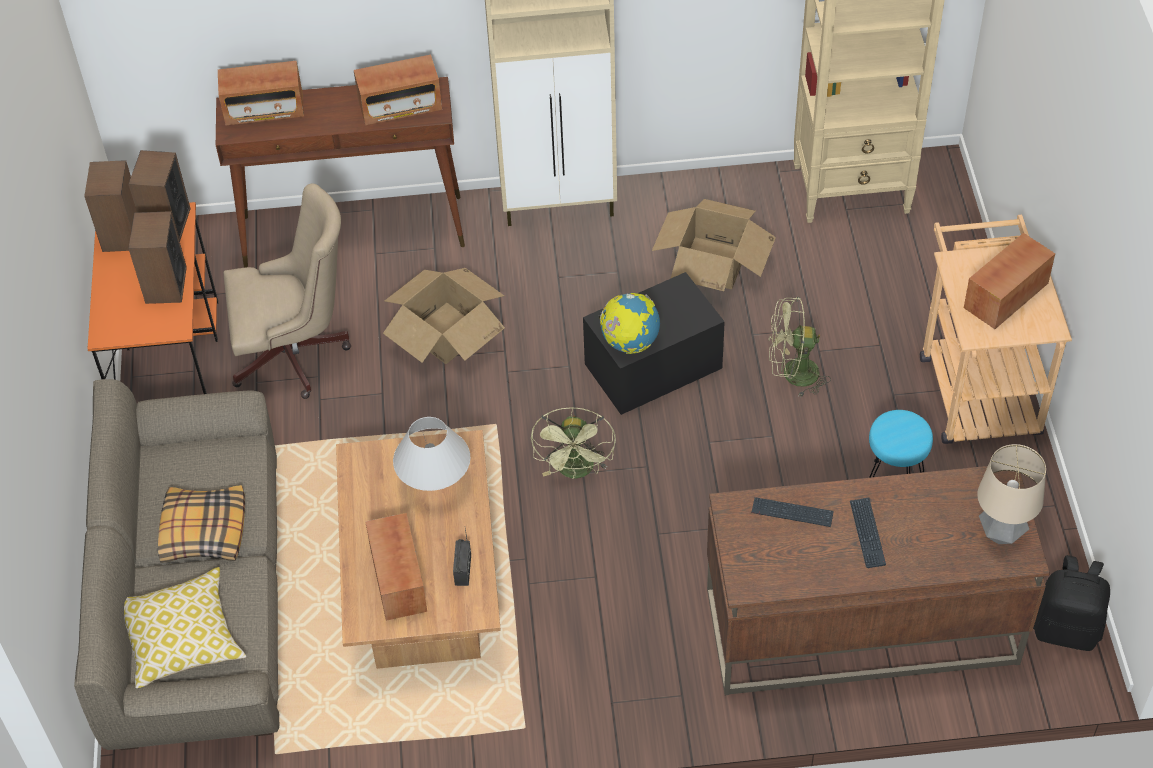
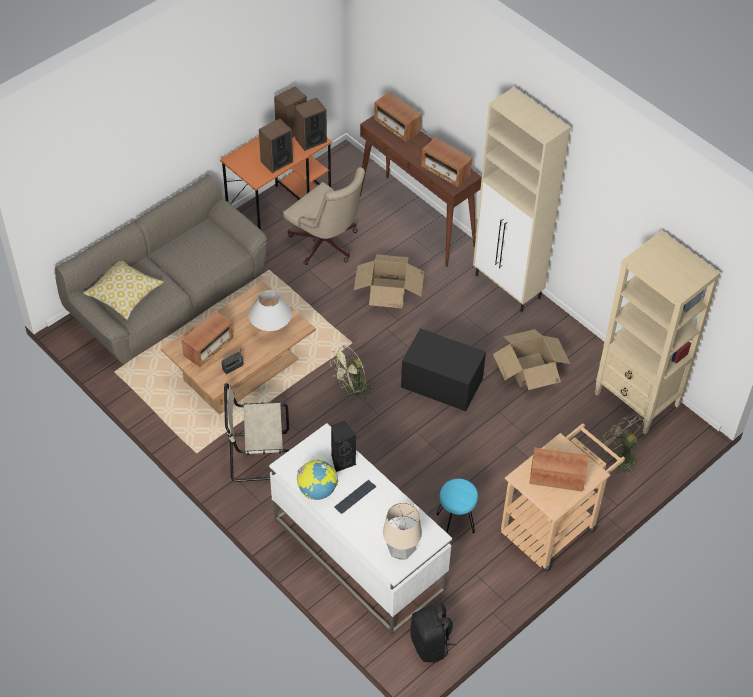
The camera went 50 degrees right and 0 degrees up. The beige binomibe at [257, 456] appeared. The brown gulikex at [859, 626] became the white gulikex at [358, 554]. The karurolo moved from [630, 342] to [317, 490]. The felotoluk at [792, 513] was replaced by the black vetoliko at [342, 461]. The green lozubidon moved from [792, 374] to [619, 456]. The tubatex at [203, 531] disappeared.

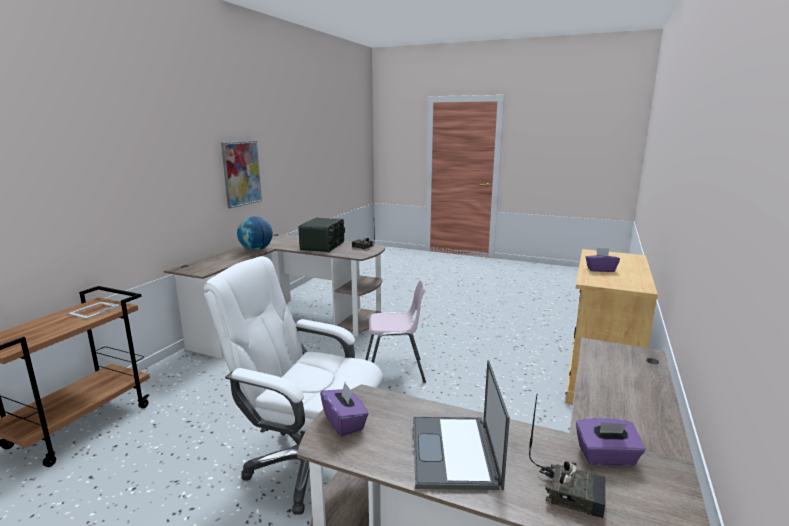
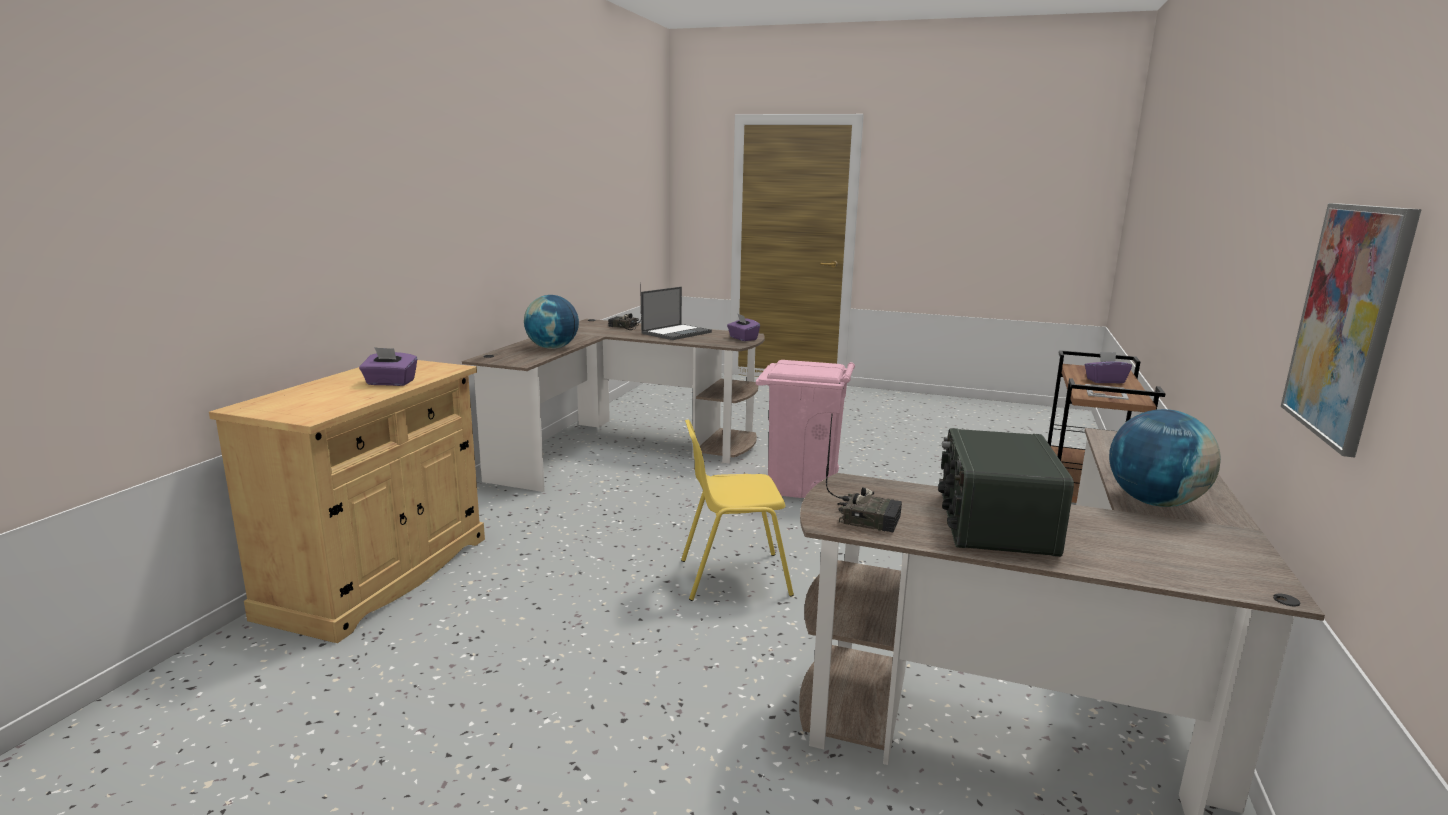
The camera went 175 degrees right and 0 degrees up. The karurolo at [552, 348] appeared. The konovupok at [454, 453] turned 45 degrees clockwise. The pink binomibe at [395, 371] became the yellow binomibe at [733, 577]. The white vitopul at [308, 464] was replaced by the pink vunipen at [801, 486]. The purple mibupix moved from [606, 457] to [1105, 381].

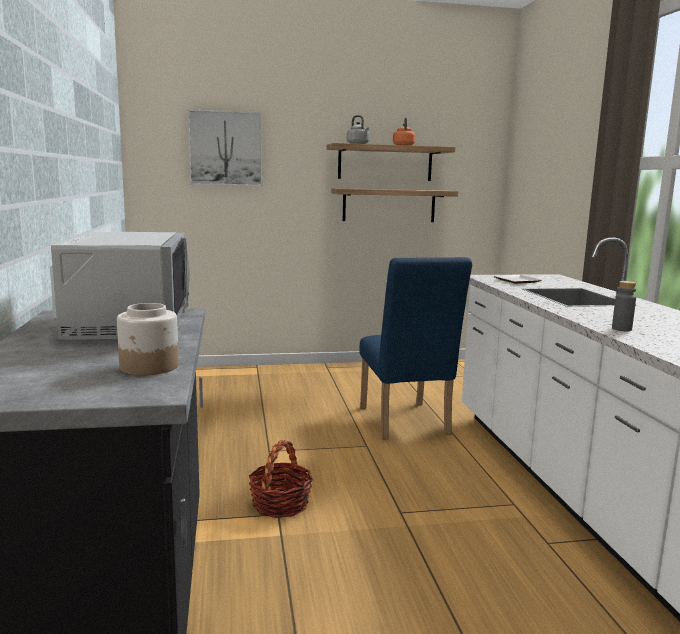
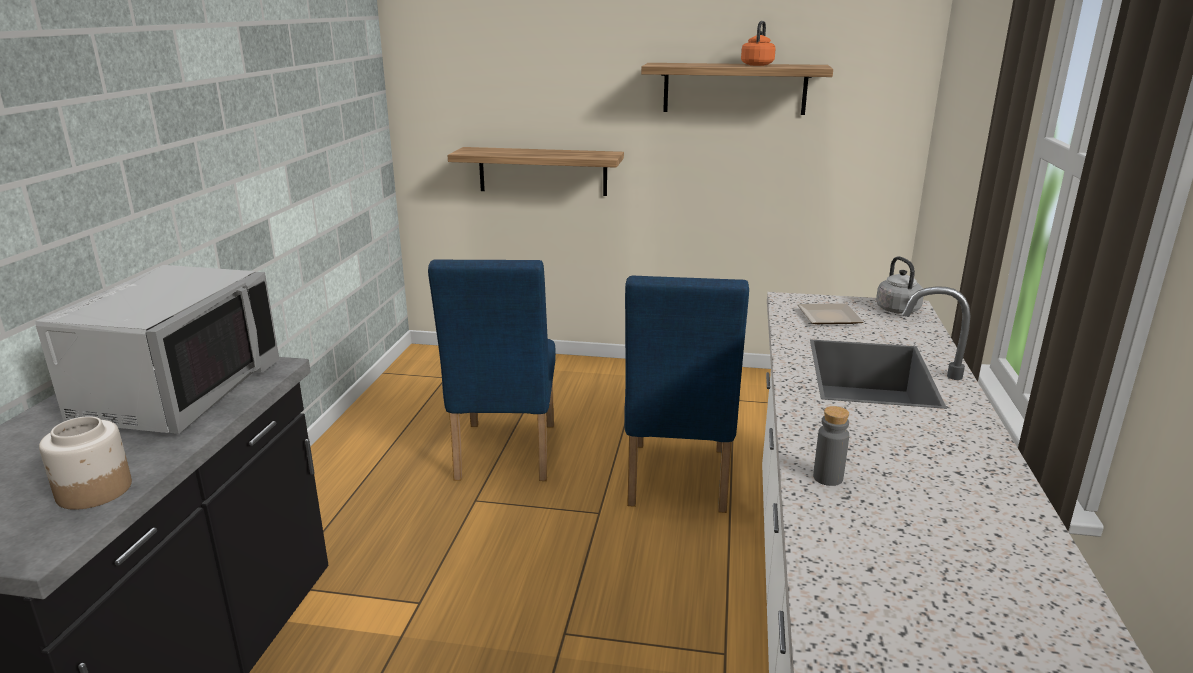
The camera went 20 degrees right and 10 degrees up. The blue binomibe at [504, 457] appeared. The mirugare moved from [389, 205] to [542, 171]. The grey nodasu moved from [358, 144] to [899, 311]. The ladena at [225, 148] disappeared. The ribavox at [280, 504] disappeared.

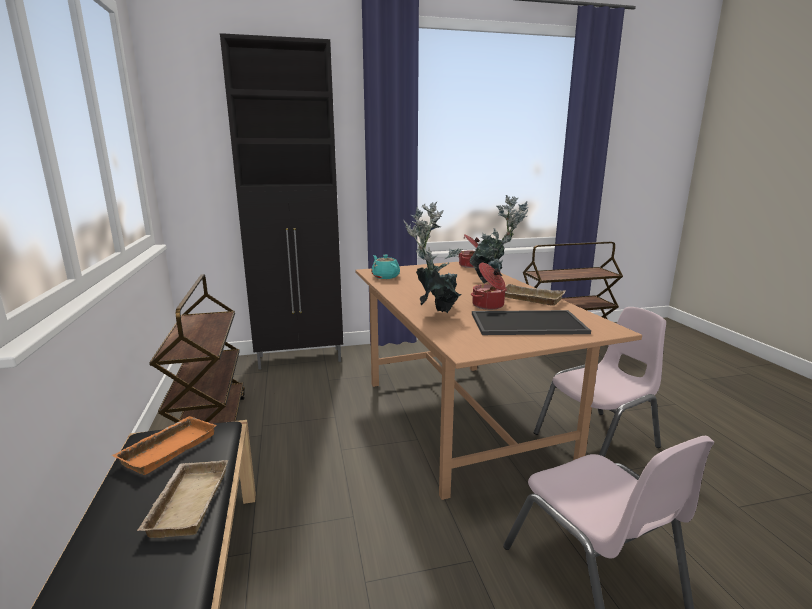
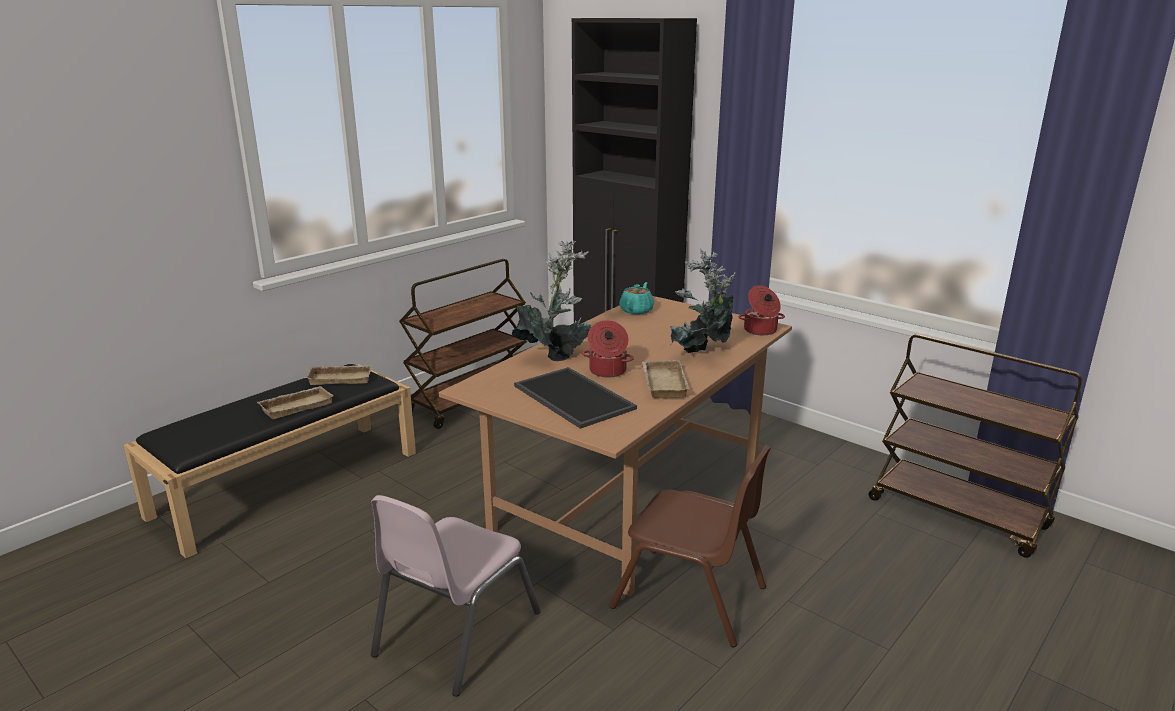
The camera went 55 degrees right and 5 degrees up. The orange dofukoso at [168, 448] became the beige dofukoso at [341, 378]. The pink binomibe at [597, 441] became the brown binomibe at [690, 597].

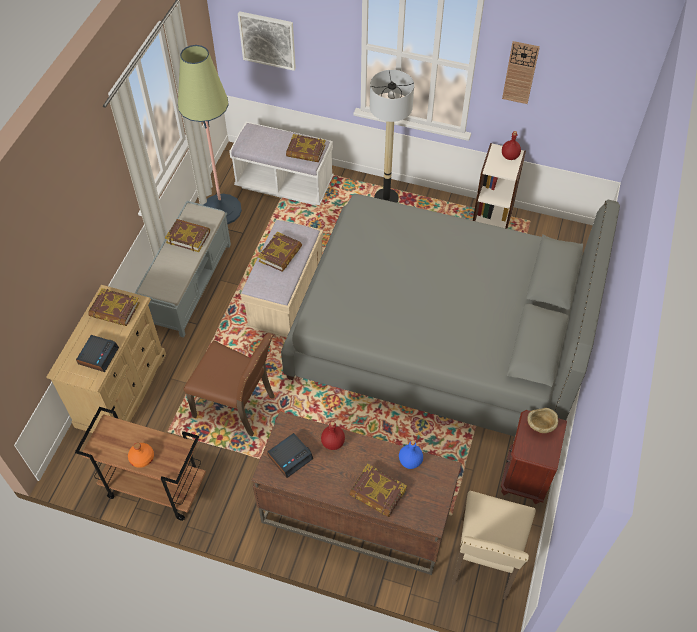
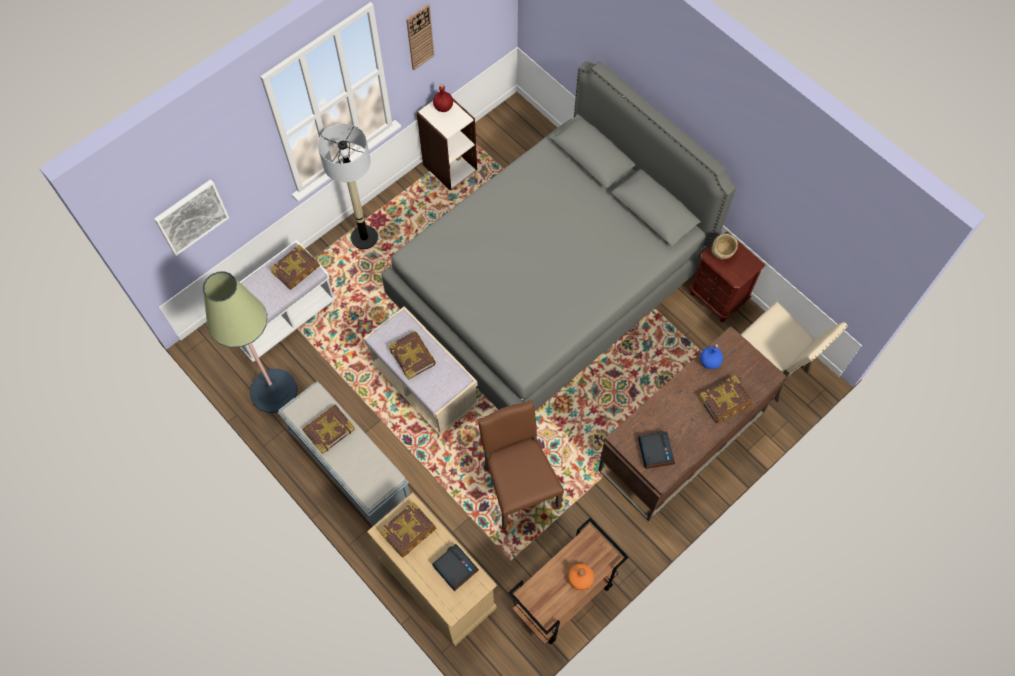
The camera went 60 degrees left and 10 degrees up. The brown binomibe at [237, 406] turned 75 degrees counterclockwise. The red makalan at [332, 443] disappeared.

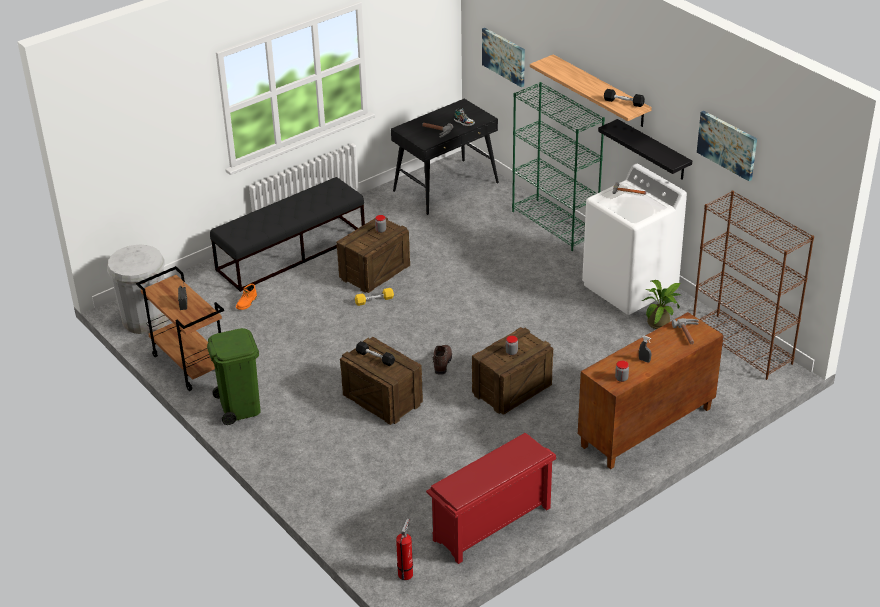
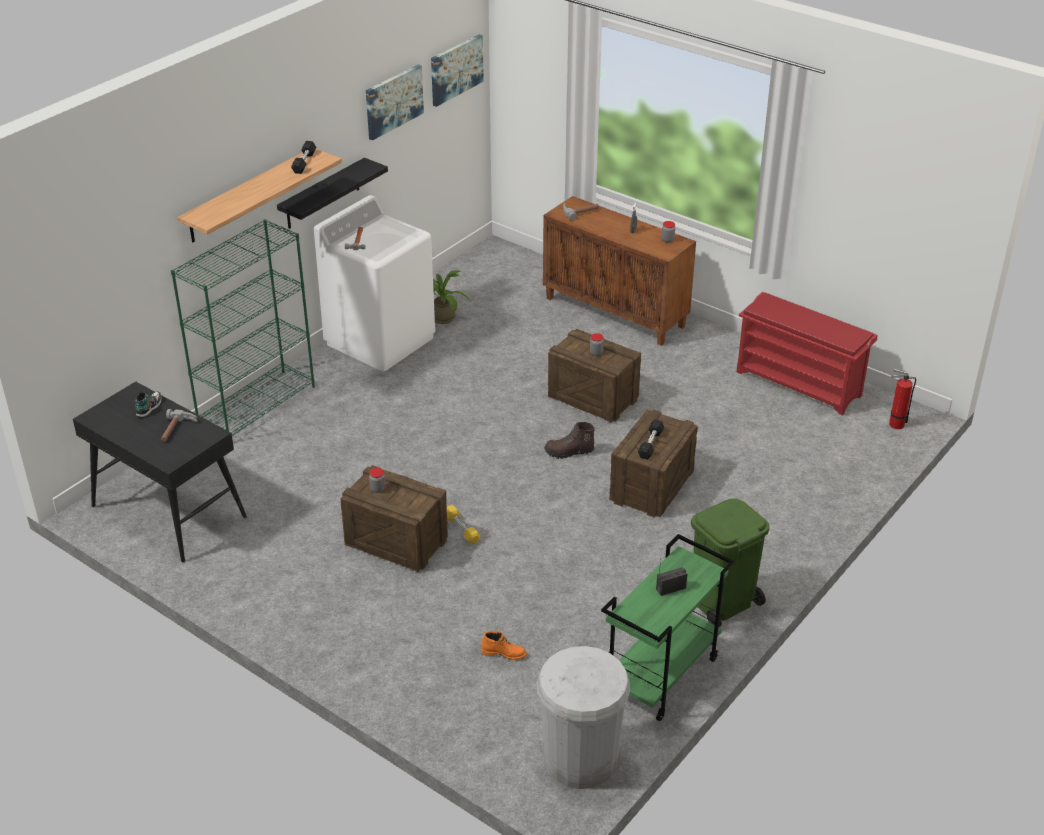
The camera went 105 degrees left and 0 degrees up. The ladena moved from [504, 56] to [456, 69]. The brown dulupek at [189, 364] became the green dulupek at [661, 676]. The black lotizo at [291, 252] disappeared. The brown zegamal at [742, 347] disappeared.

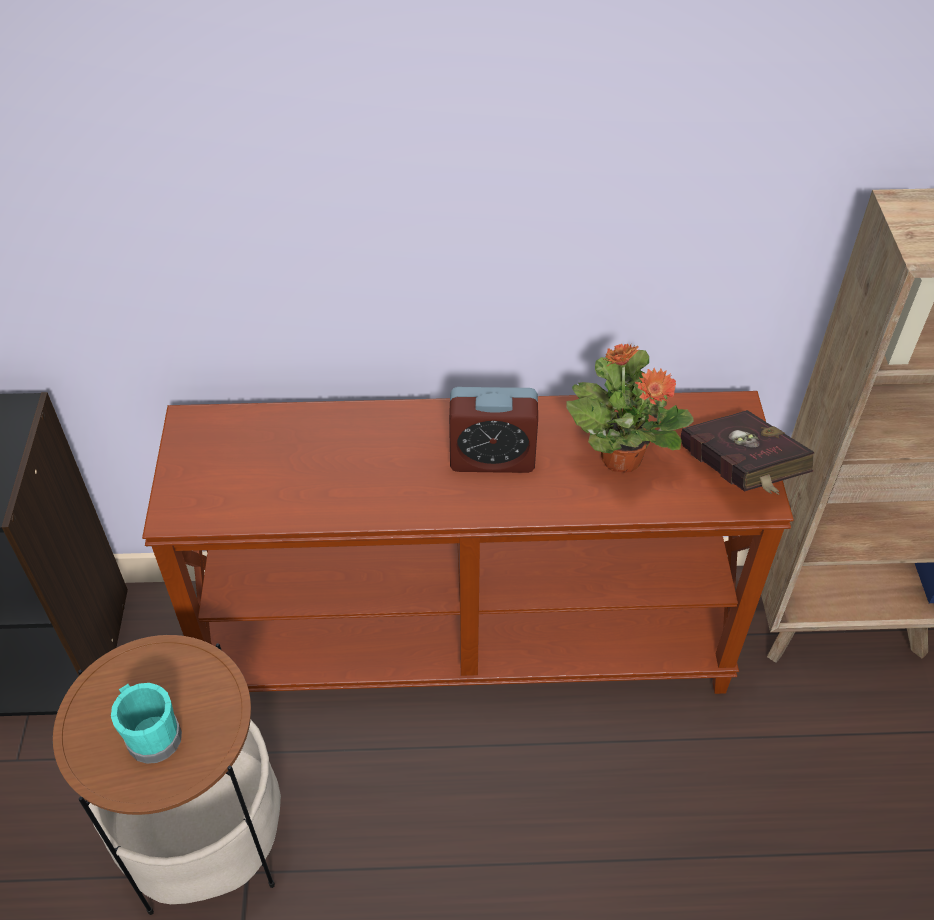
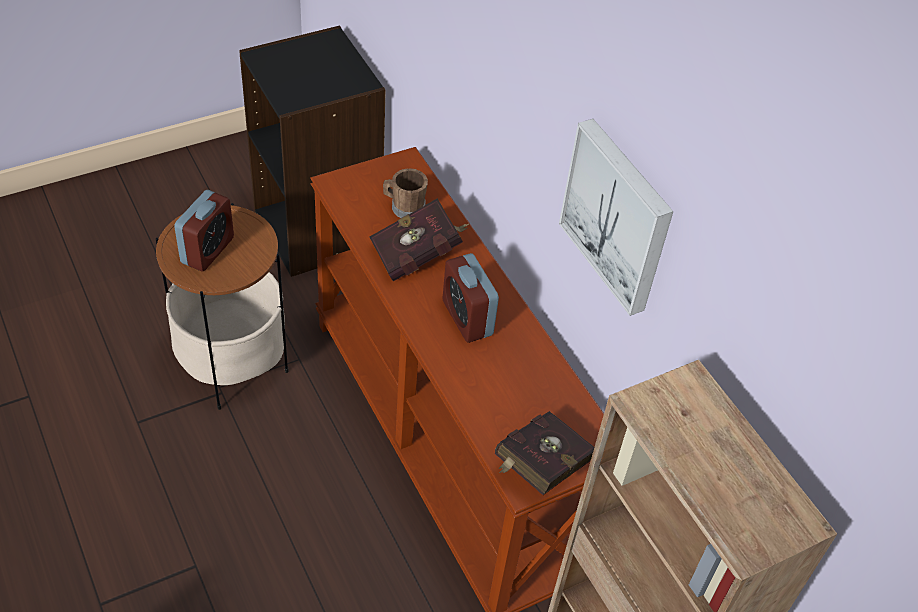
The camera went 60 degrees right and 0 degrees up. The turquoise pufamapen at [151, 734] was replaced by the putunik at [207, 250]. The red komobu at [419, 255] appeared. The brown pufamapen at [404, 207] appeared. The ladena at [619, 215] appeared. The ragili at [620, 457] disappeared.

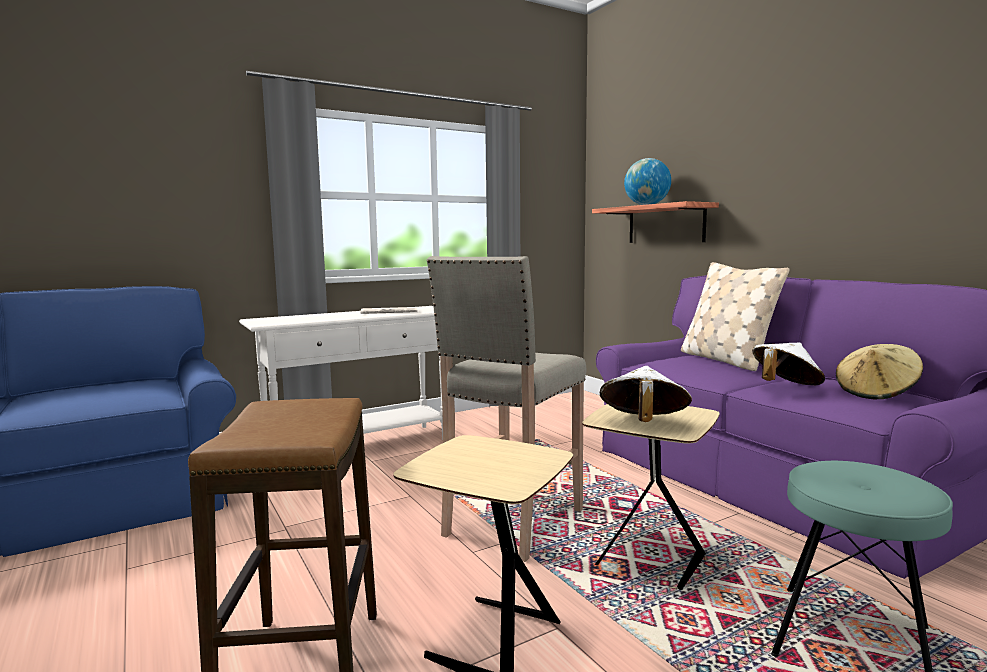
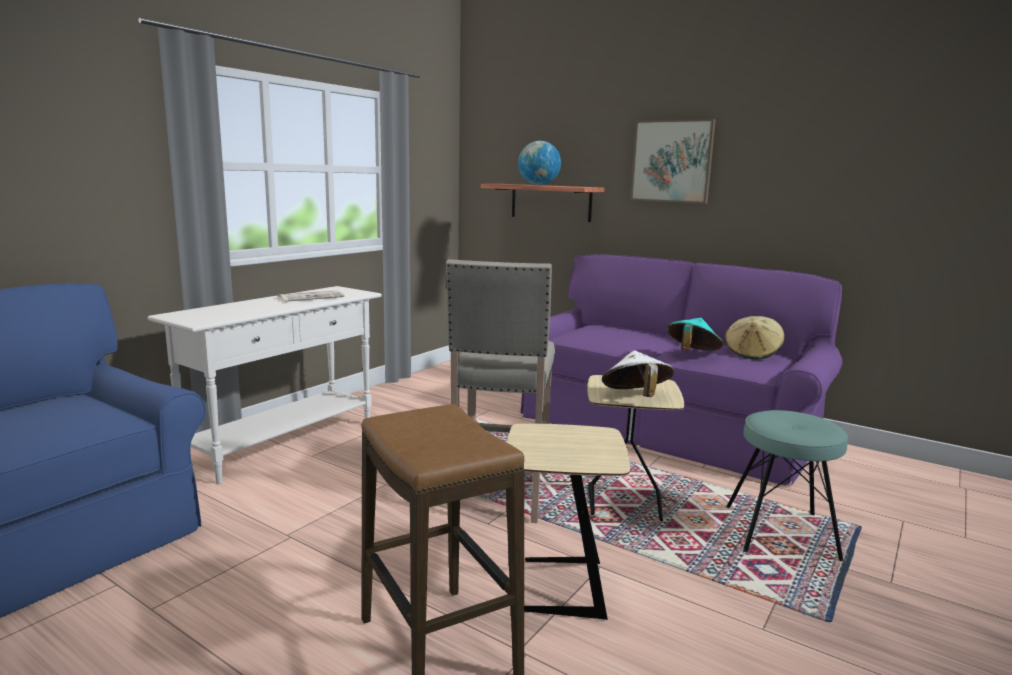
The camera went 25 degrees left and 5 degrees up. The ladena at [672, 161] appeared. The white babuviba at [785, 387] became the turquoise babuviba at [692, 353]. The beige tubatex at [726, 360] disappeared.

